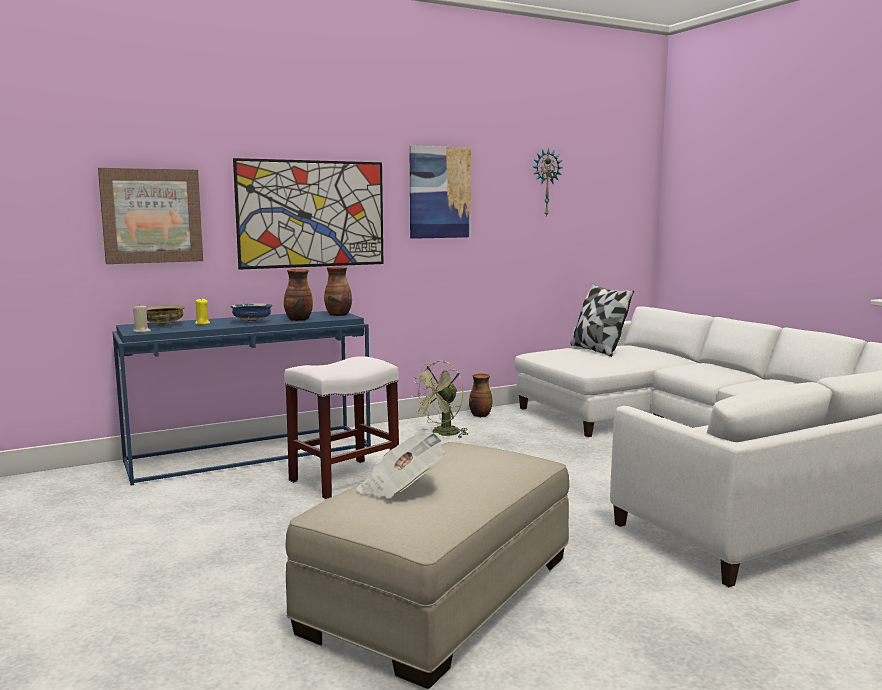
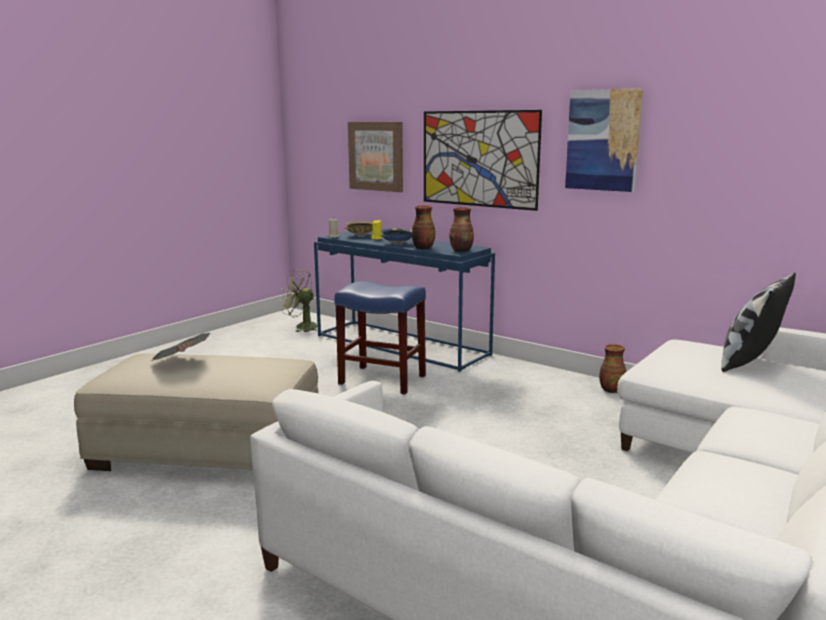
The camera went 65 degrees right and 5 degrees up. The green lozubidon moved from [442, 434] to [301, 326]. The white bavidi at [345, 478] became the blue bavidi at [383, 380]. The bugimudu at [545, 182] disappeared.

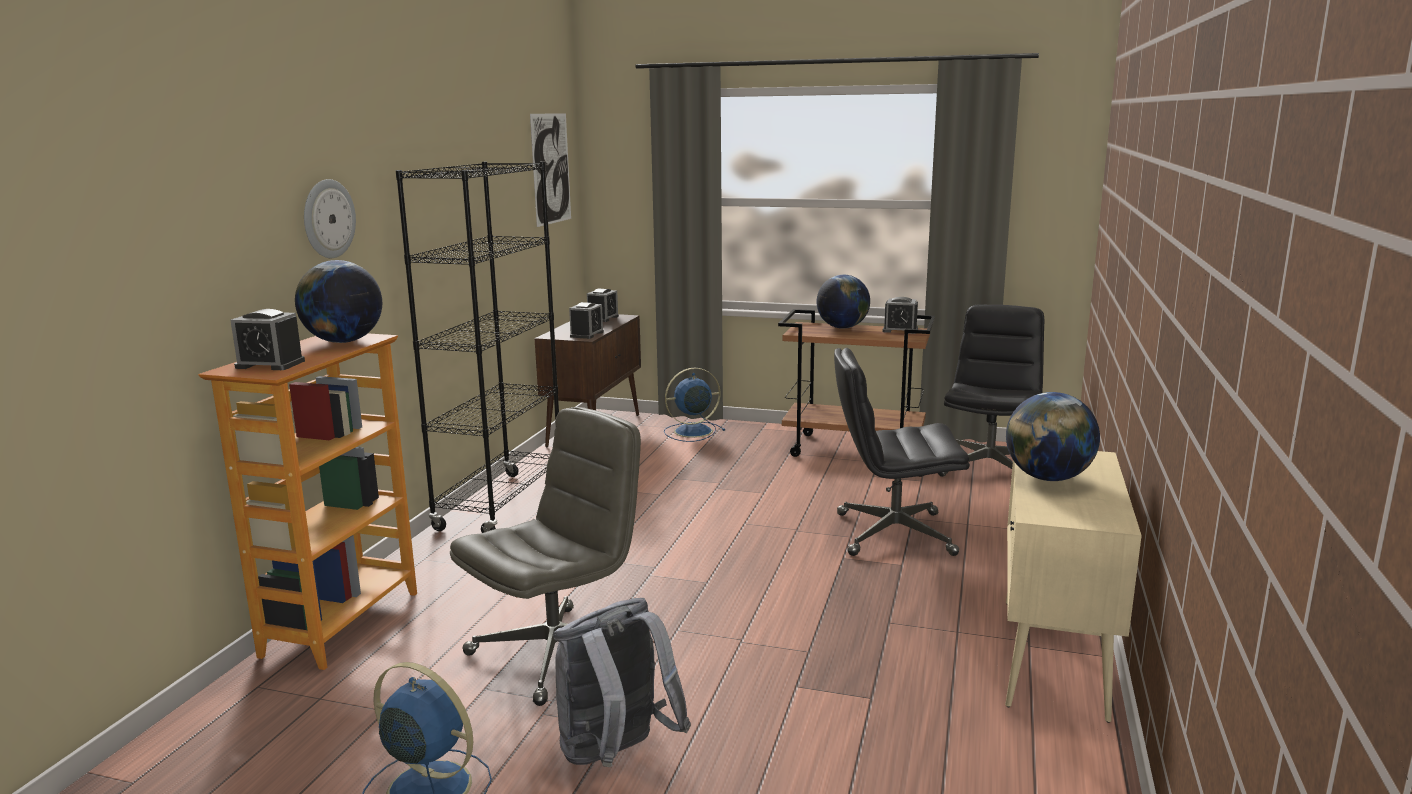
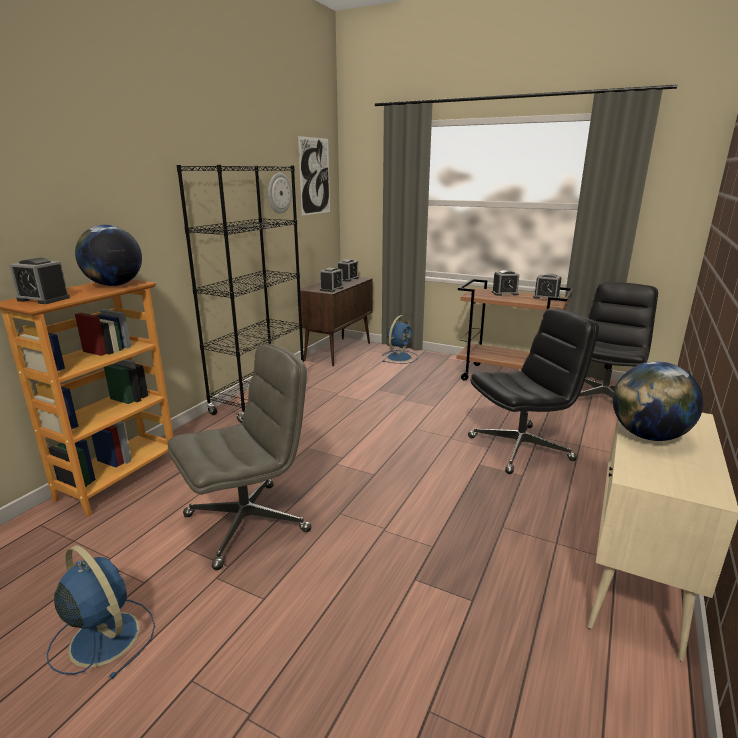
The camera went 10 degrees right and 5 degrees up. The bugimudu moved from [328, 219] to [279, 193]. The blue lozubidon at [691, 431] turned 135 degrees clockwise. The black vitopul at [892, 534] turned 150 degrees clockwise. The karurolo at [842, 327] was replaced by the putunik at [504, 293]. The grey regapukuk at [616, 756] disappeared.

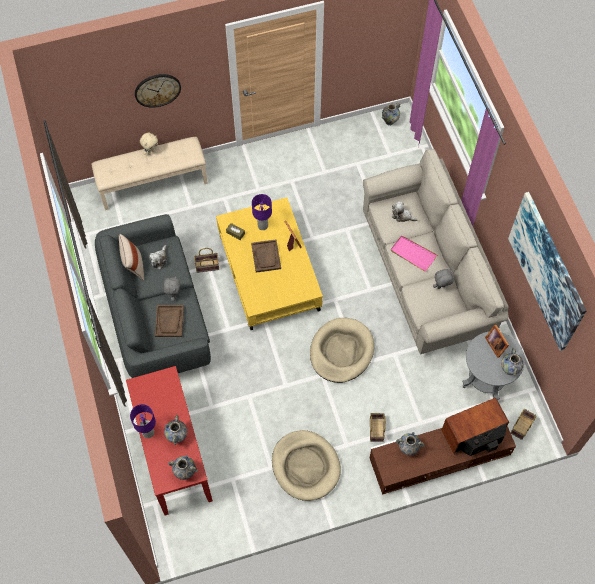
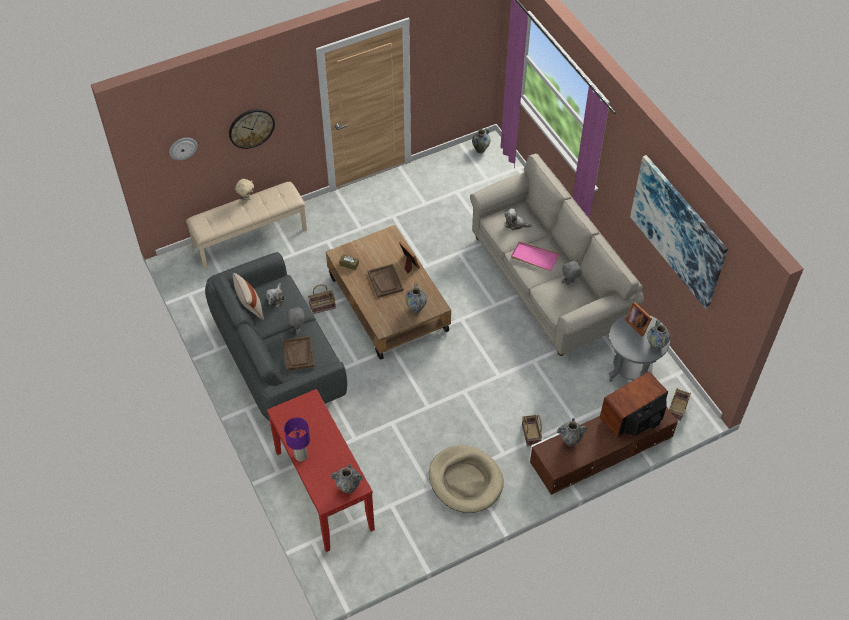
The camera went 10 degrees left and 10 degrees down. The bugimudu at [183, 148] appeared. The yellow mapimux at [268, 273] became the brown mapimux at [387, 304]. The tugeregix moved from [177, 437] to [416, 308]. The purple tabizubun at [262, 226] disappeared. The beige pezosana at [341, 351] disappeared.

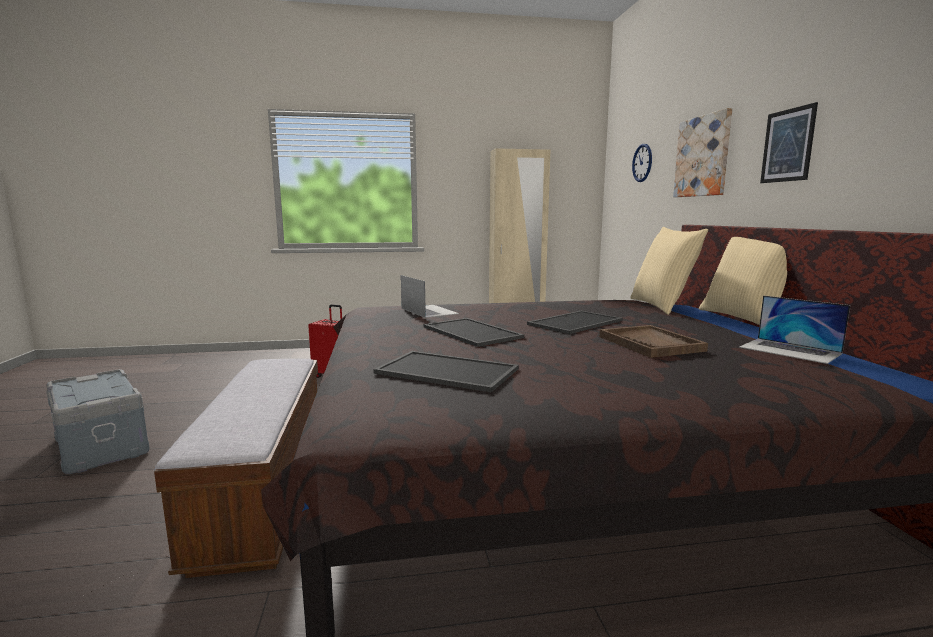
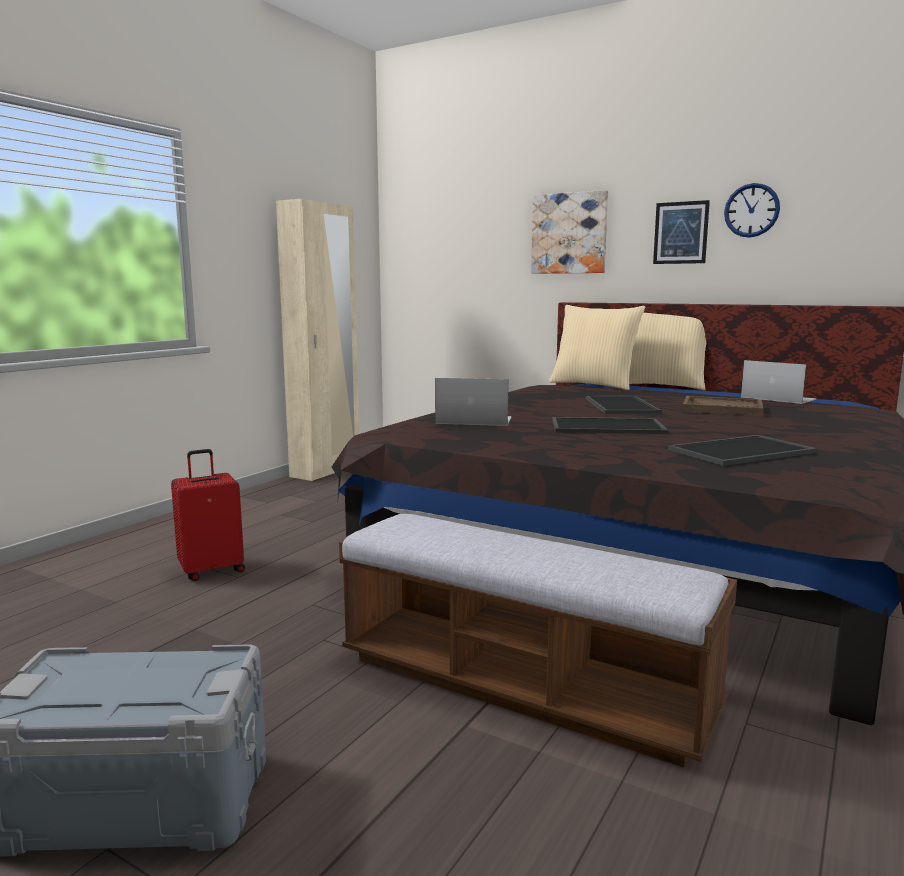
The camera went 50 degrees left and 0 degrees up. The bugimudu moved from [642, 163] to [751, 210]. The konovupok at [790, 350] turned 135 degrees counterclockwise.

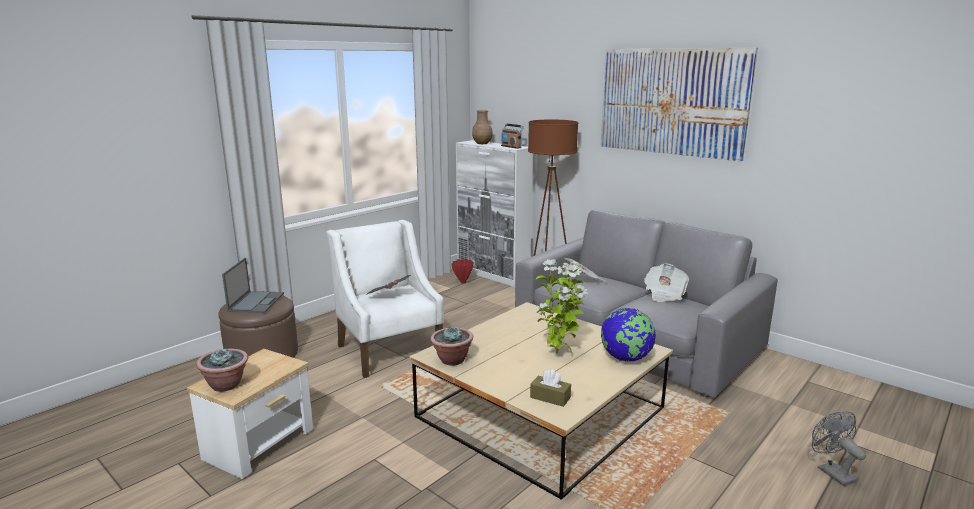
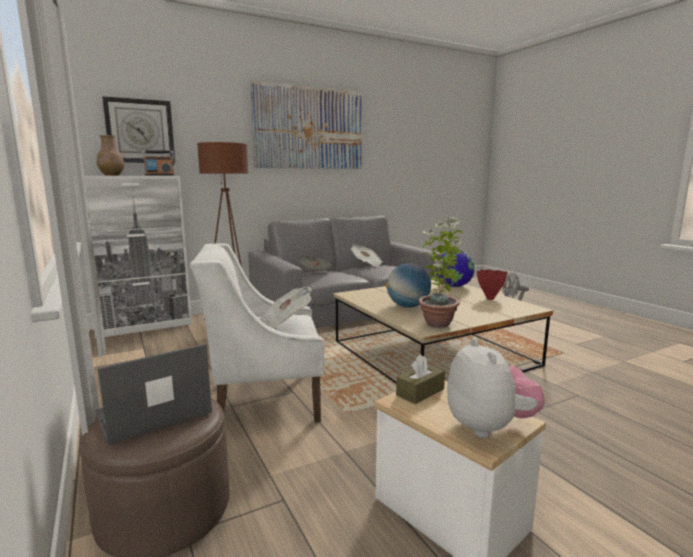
The camera went 70 degrees left and 5 degrees down. The konovupok at [256, 302] turned 60 degrees counterclockwise. The bugimudu at [140, 131] appeared. The karurolo at [408, 306] appeared. The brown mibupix moved from [550, 397] to [420, 392]. The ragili at [226, 385] was replaced by the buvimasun at [489, 427]. The red tugeregix moved from [463, 282] to [489, 299].

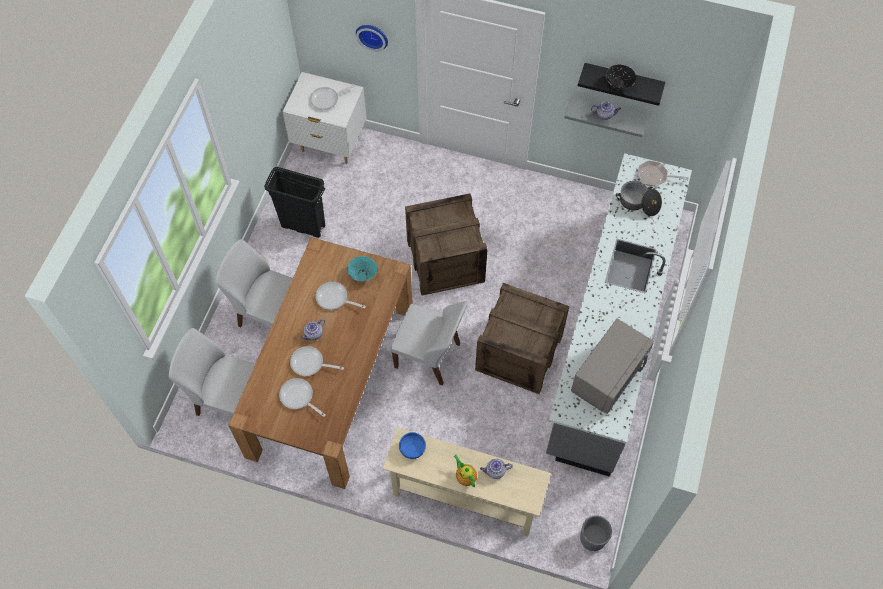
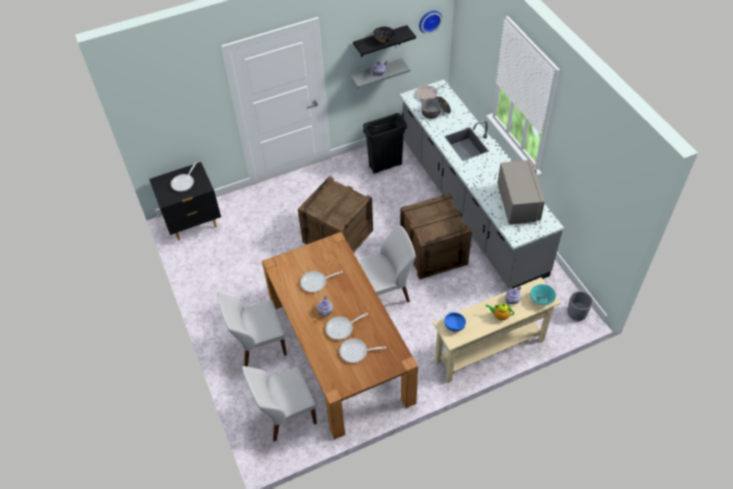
The camera went 40 degrees left and 10 degrees down. The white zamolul at [330, 144] became the black zamolul at [193, 224]. The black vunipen moved from [303, 226] to [385, 165]. The bugimudu moved from [372, 35] to [429, 20]. The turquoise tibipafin moved from [362, 274] to [541, 300].

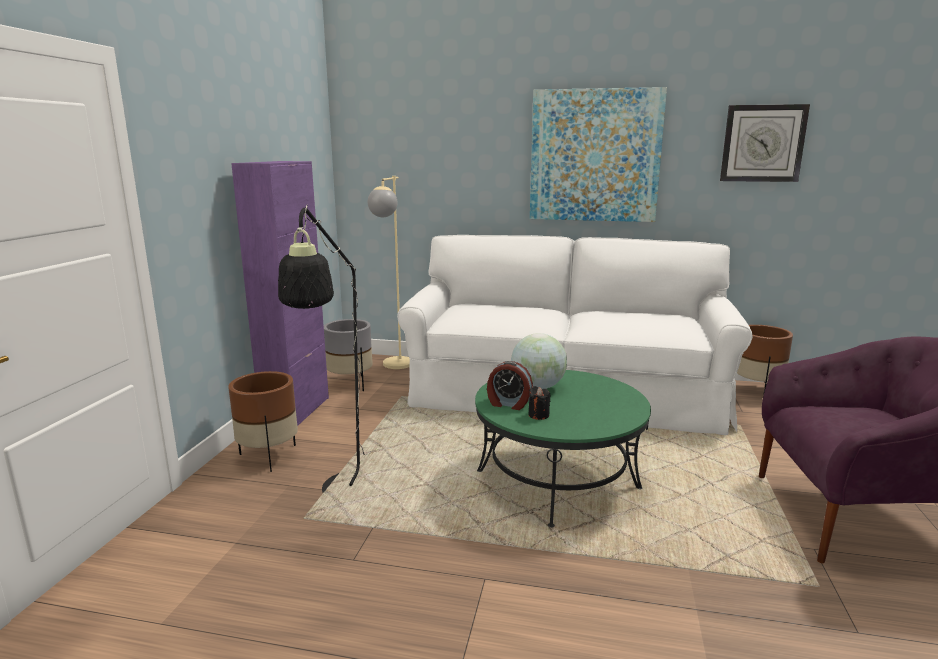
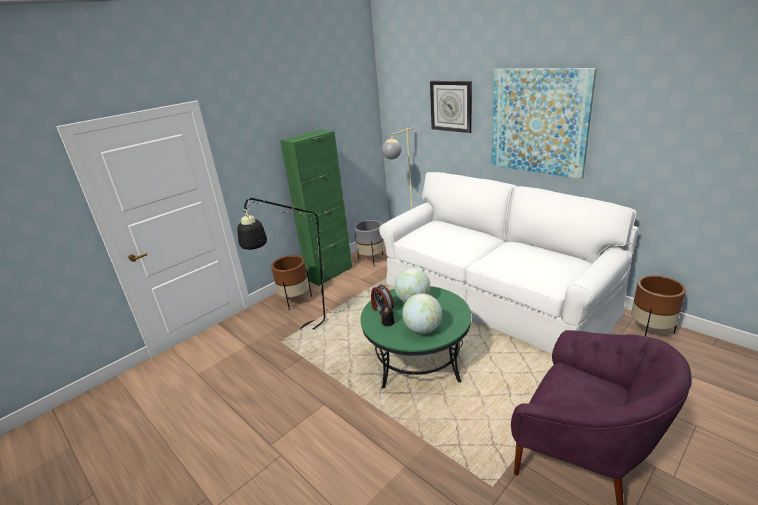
The camera went 35 degrees right and 10 degrees up. The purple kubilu at [296, 411] became the green kubilu at [330, 274]. The karurolo at [423, 329] appeared. The bugimudu moved from [762, 143] to [451, 106].

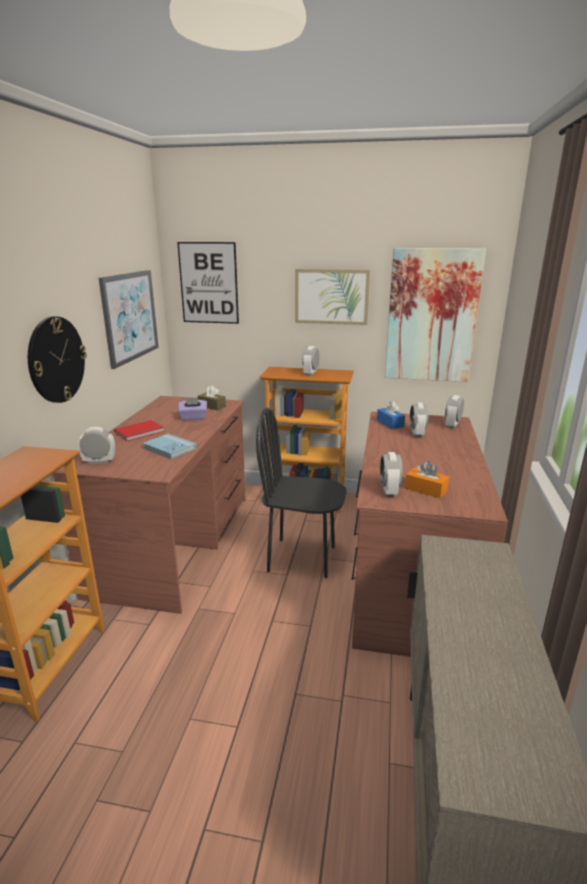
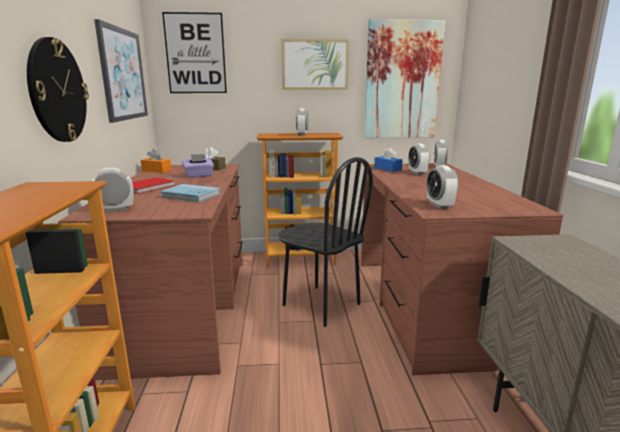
The camera went 15 degrees left and 5 degrees down. The orange mibupix moved from [426, 489] to [156, 170]. The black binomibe at [301, 558] turned 135 degrees counterclockwise.

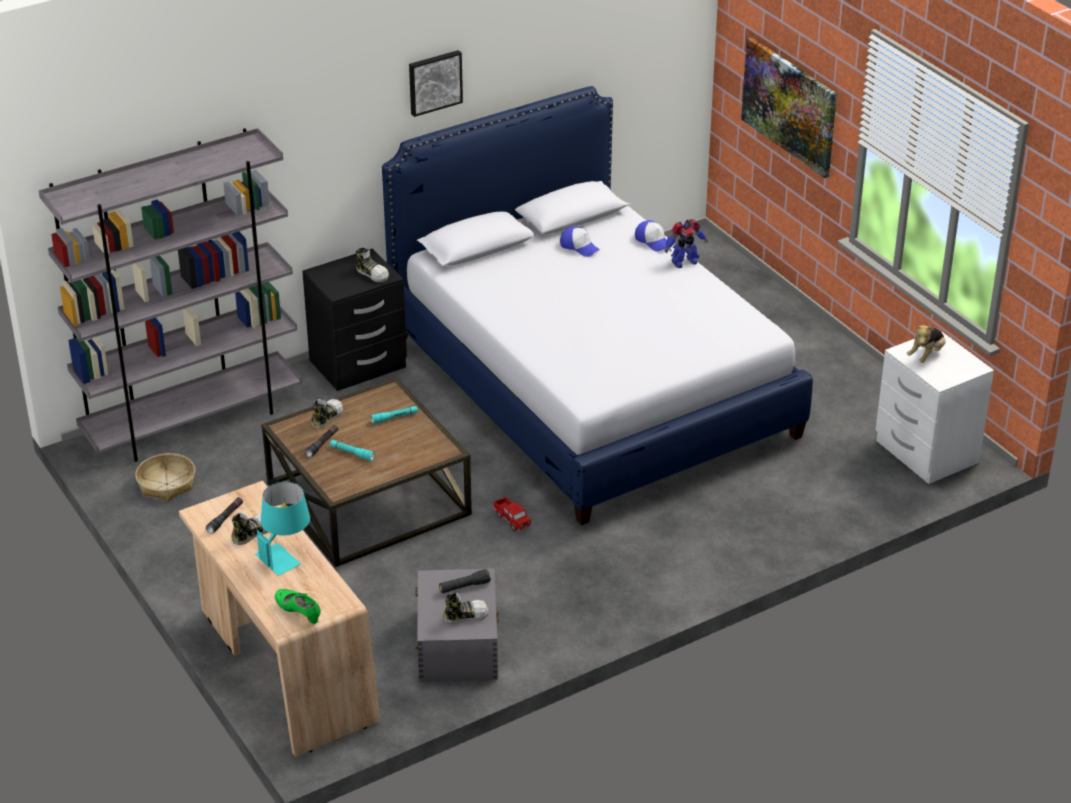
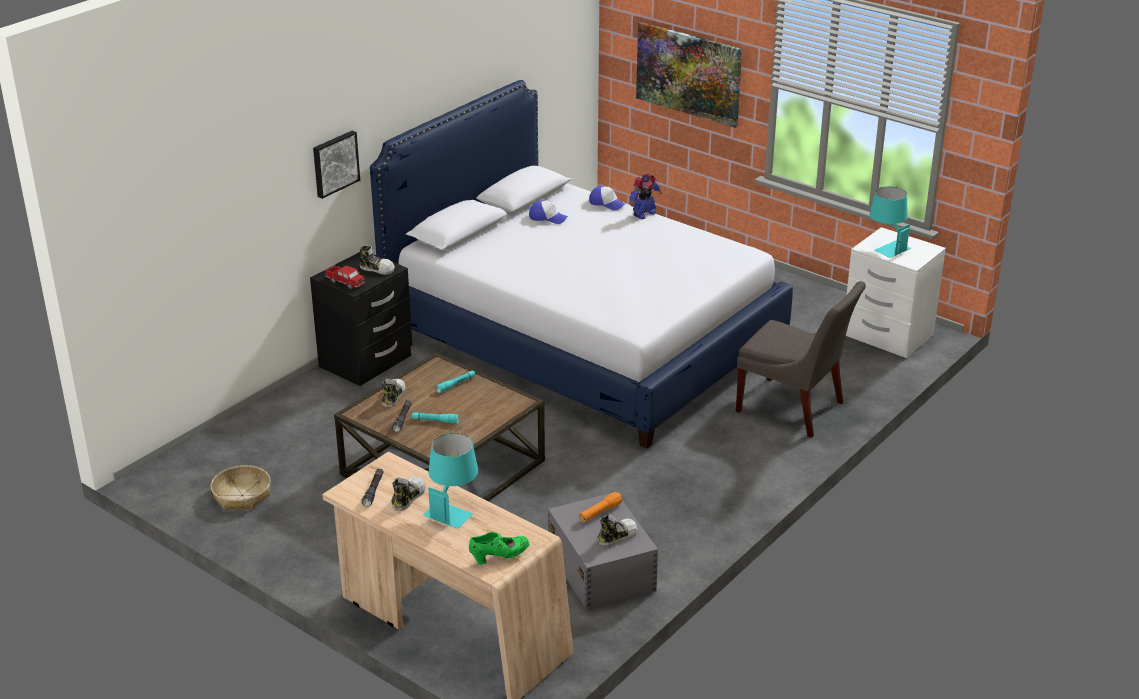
The camera went 20 degrees left and 5 degrees down. The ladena moved from [434, 82] to [334, 163]. The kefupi moved from [512, 519] to [345, 282]. The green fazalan at [298, 613] turned 135 degrees clockwise. The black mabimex at [464, 587] became the orange mabimex at [600, 512]. The grey binomibe at [794, 409] appeared. The buvimasun at [926, 355] was replaced by the turquoise tabizubun at [886, 246]. The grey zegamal at [193, 421] disappeared.

